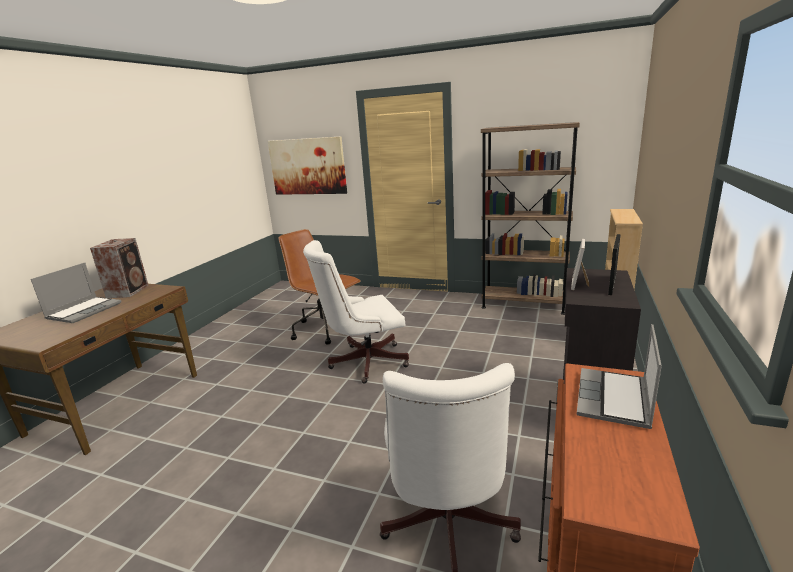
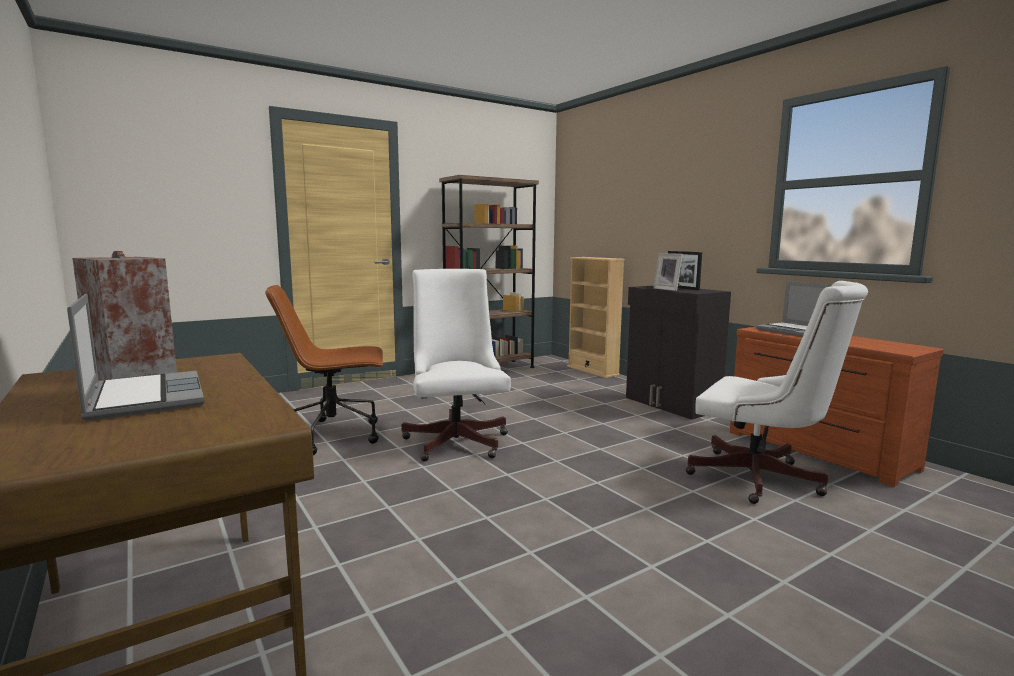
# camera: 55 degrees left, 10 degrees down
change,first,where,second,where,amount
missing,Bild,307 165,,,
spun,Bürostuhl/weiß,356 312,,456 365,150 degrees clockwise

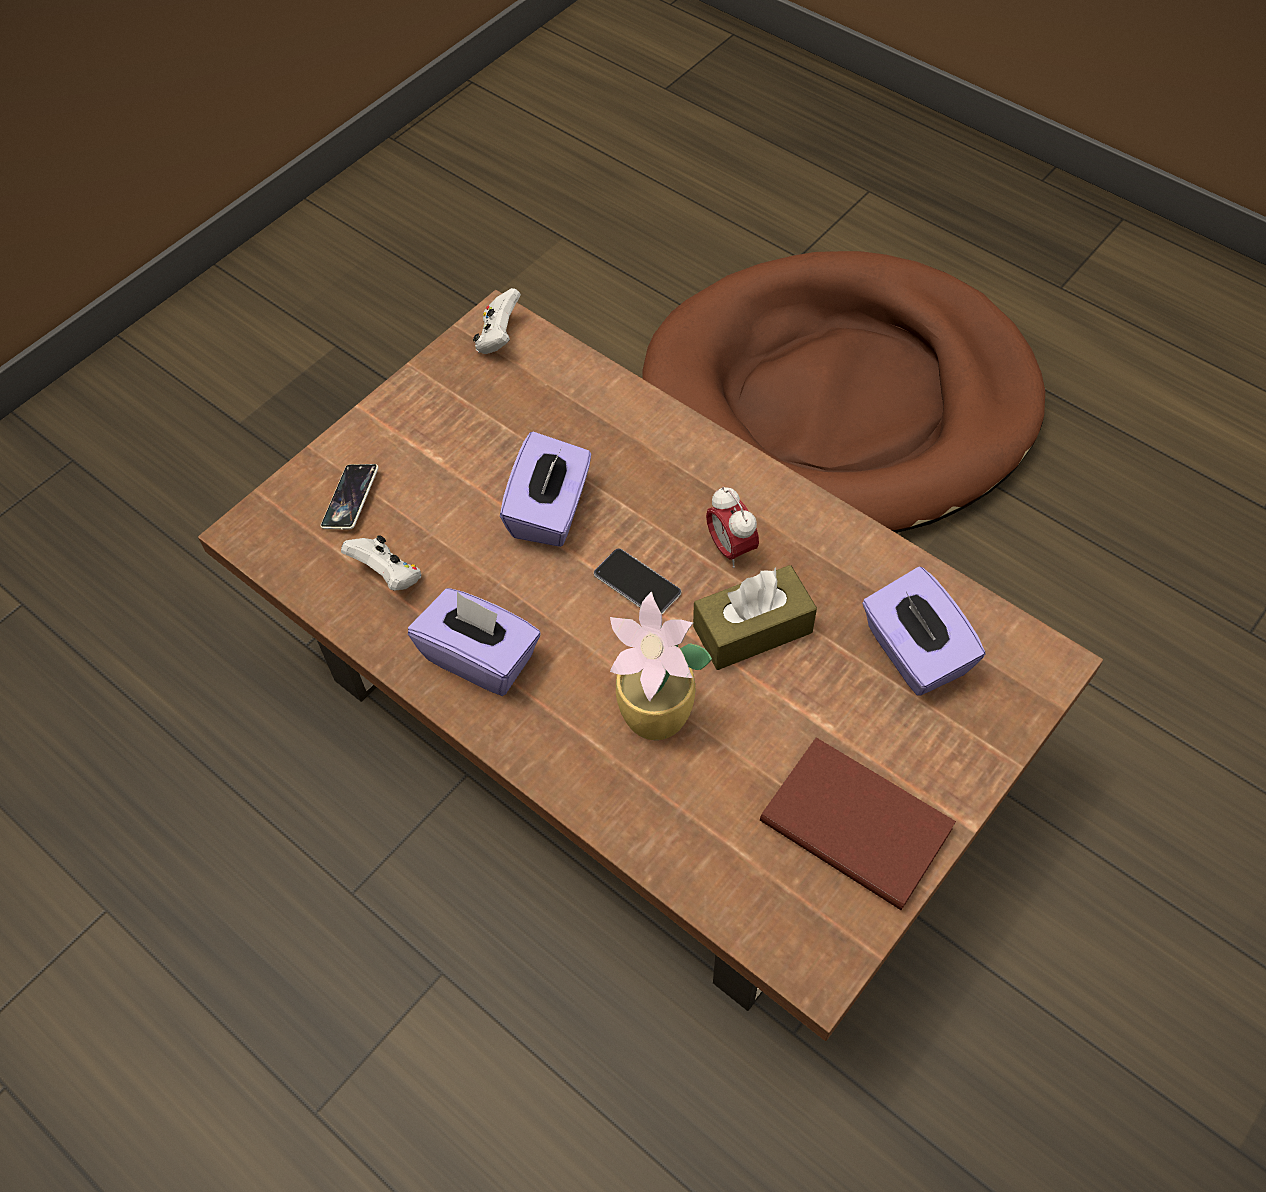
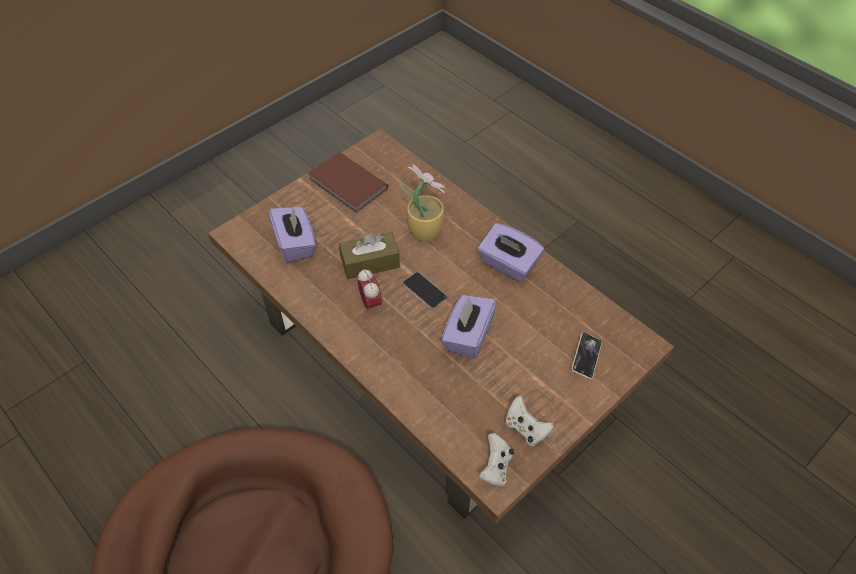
# camera: 175 degrees left, 5 degrees down
change,first,where,second,where,amount
relocated,Gamepad/weiß,381 563,,529 421,

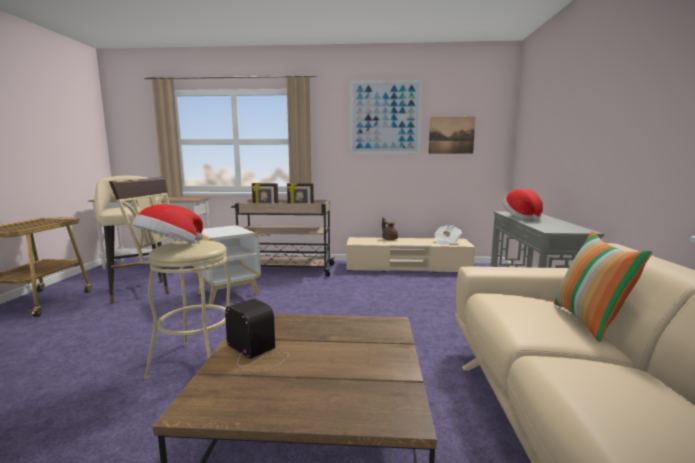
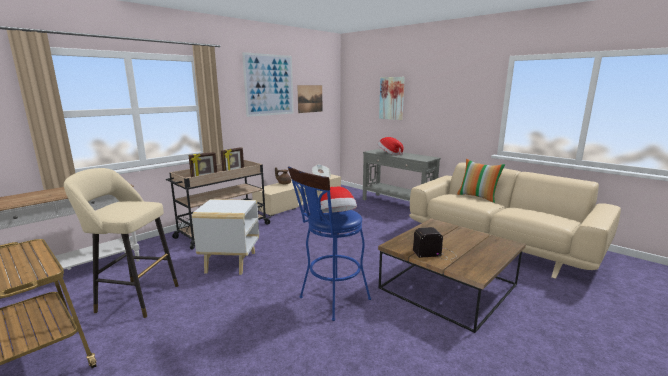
# camera: 50 degrees left, 5 degrees up
change,first,where,second,where,amount
colour,Hocker/beige,170 278,Hocker/blau,329 243,
appeared,,,Bild,392 98,

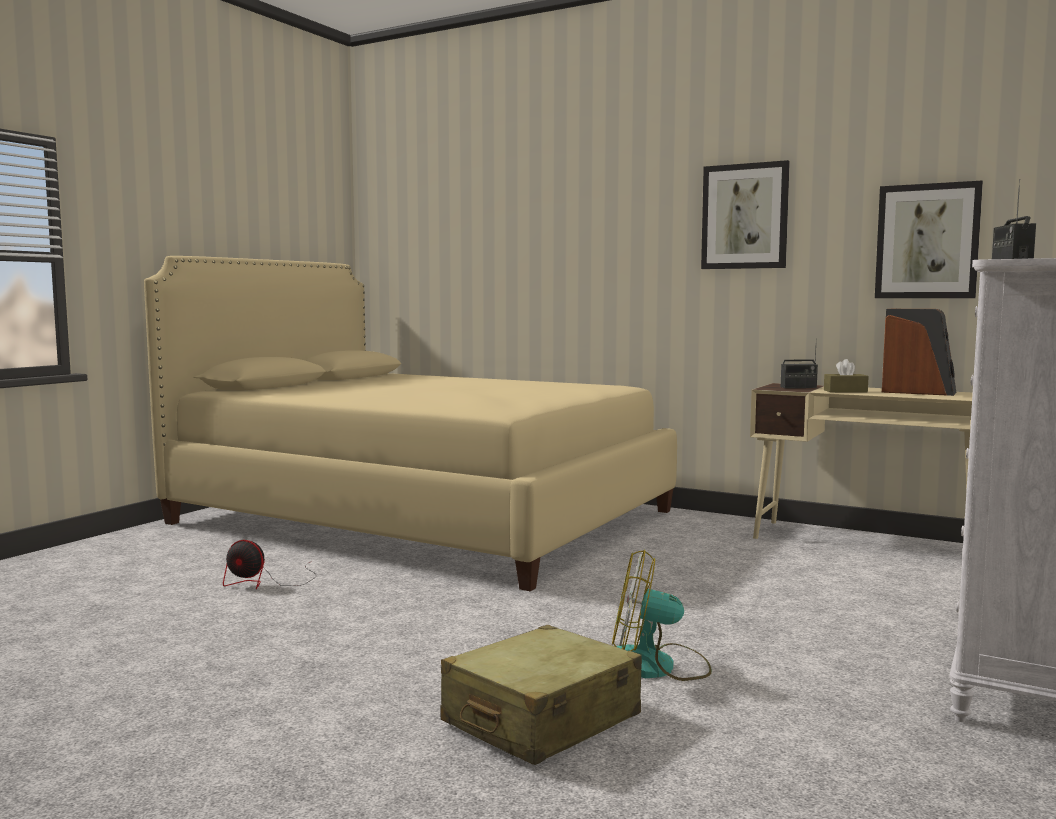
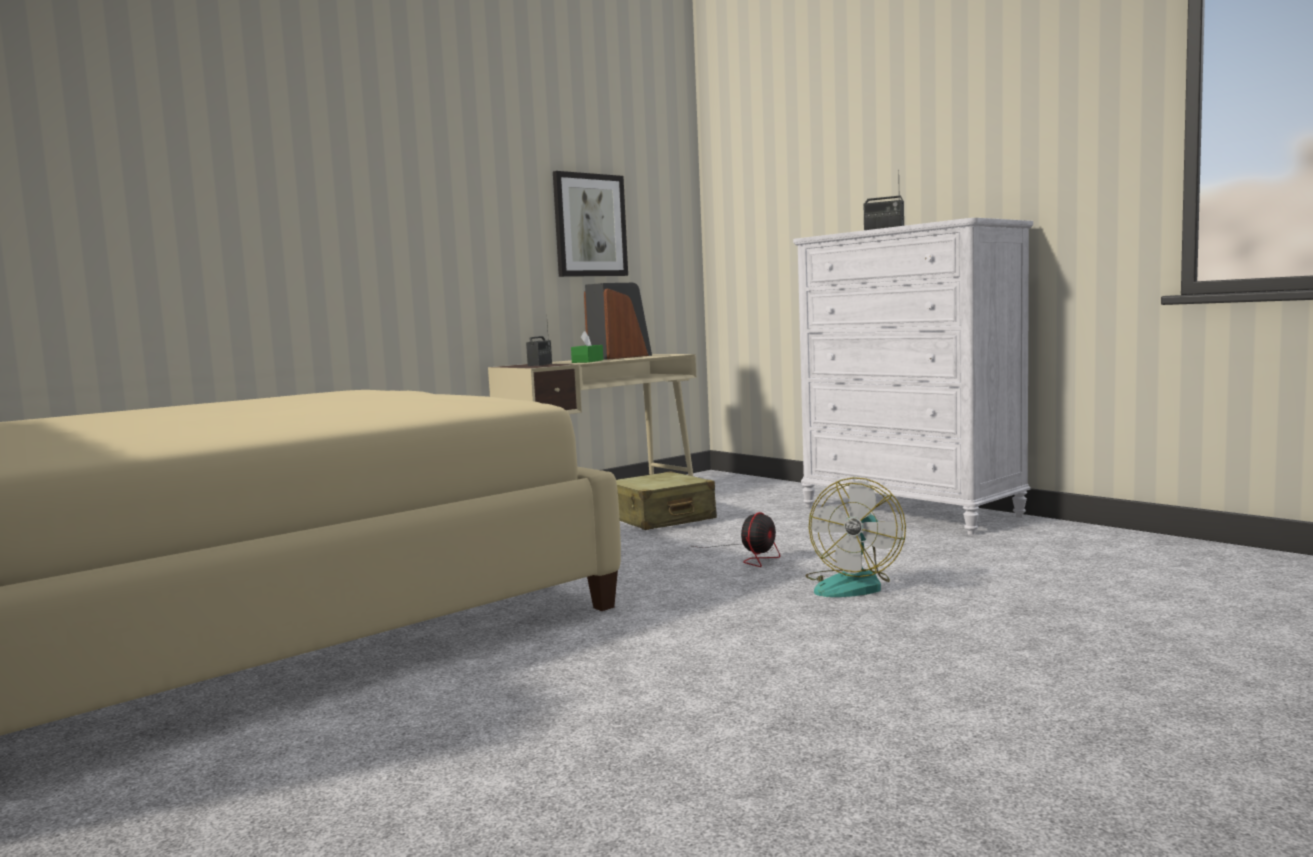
# camera: 70 degrees left, 0 degrees up
change,first,where,second,where,amount
relocated,Ventilator,269 564,,736 539,
relocated,Koffer/beige,541 695,,666 500,
missing,Bild,745 214,,,
colour,Taschentuchbox/braun,846 375,Taschentuchbox/grün,587 347,

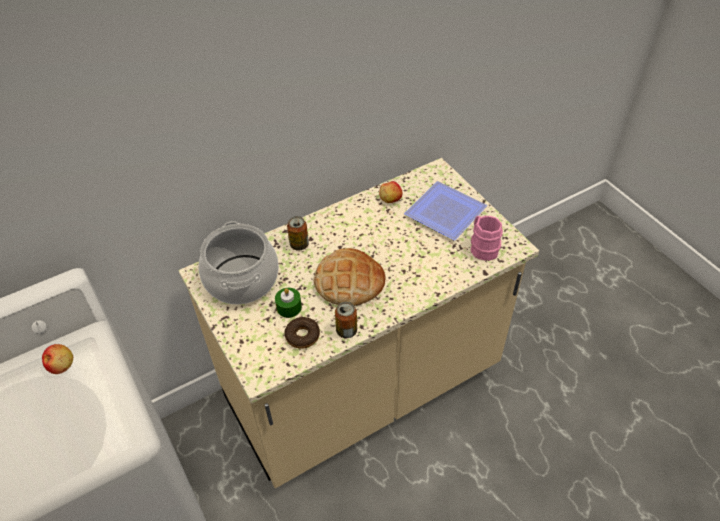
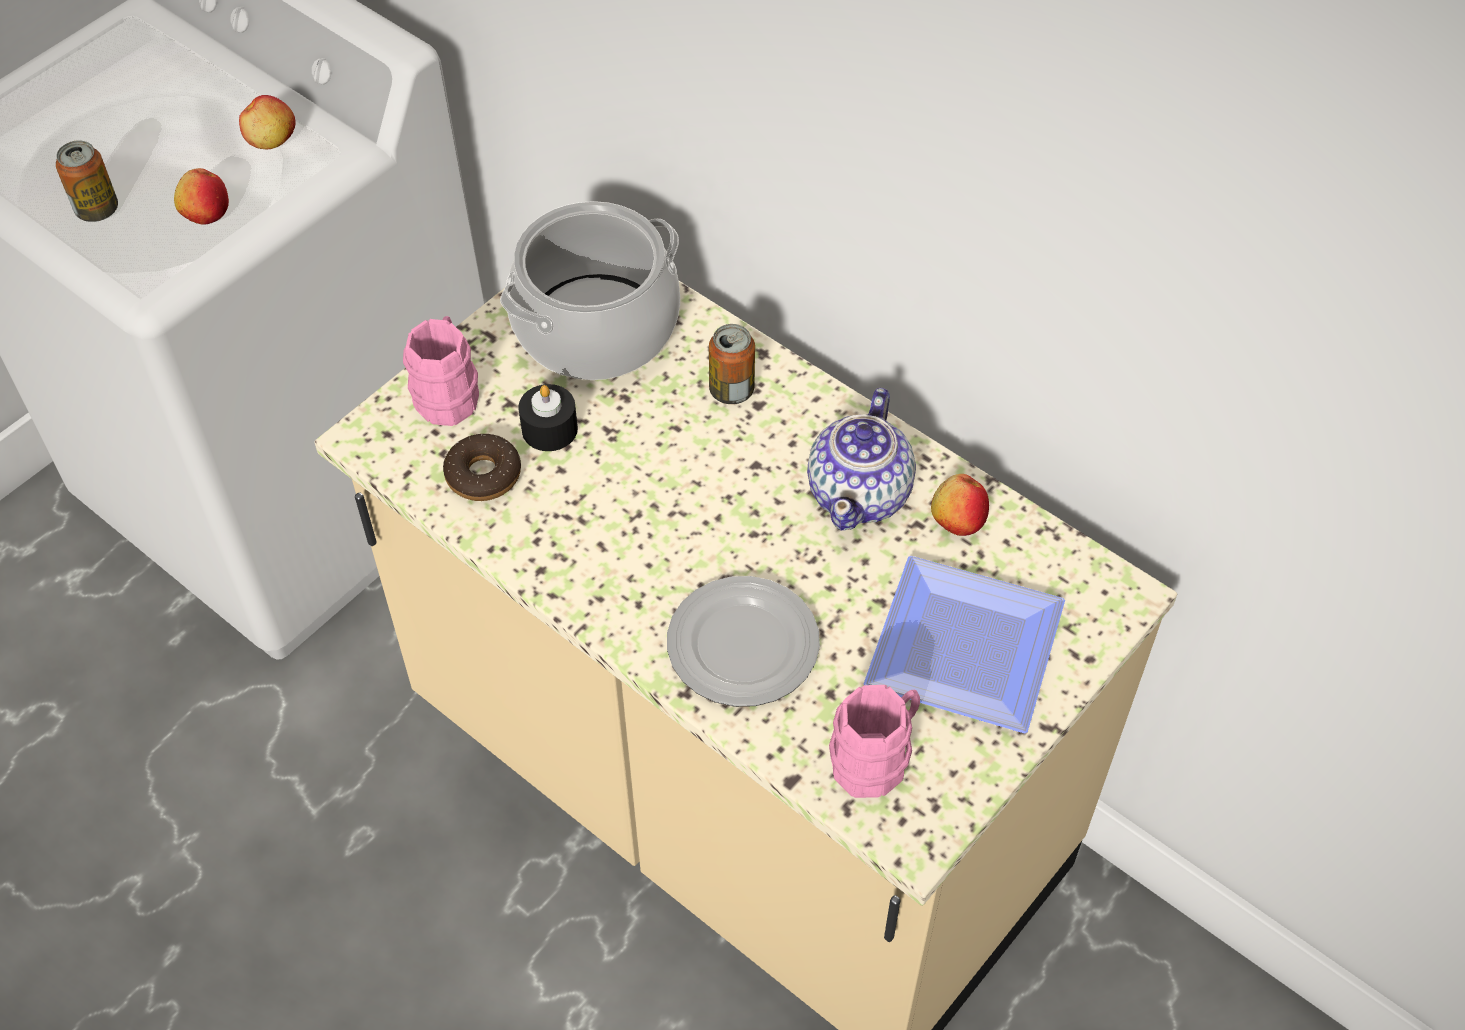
# camera: 70 degrees right, 5 degrees up
change,first,where,second,where,amount
colour,Kerze/grün,288 303,Kerze/schwarz,548 417,
missing,Brot,350 277,,,
relocated,Dose,346 320,,87 181,
appeared,,,Apfel,201 196,
appeared,,,Henkelbecher/rosa,441 371,
appeared,,,Teller,743 641,
appeared,,,Teekanne,861 459,

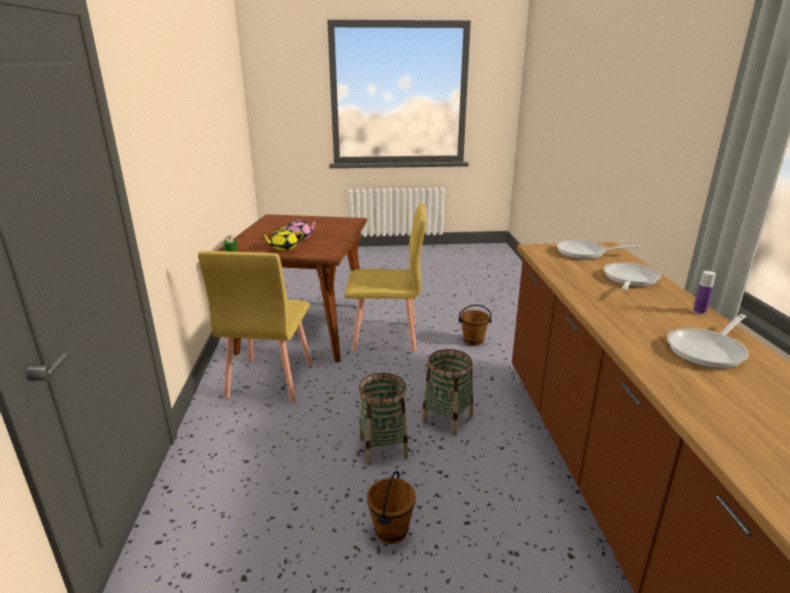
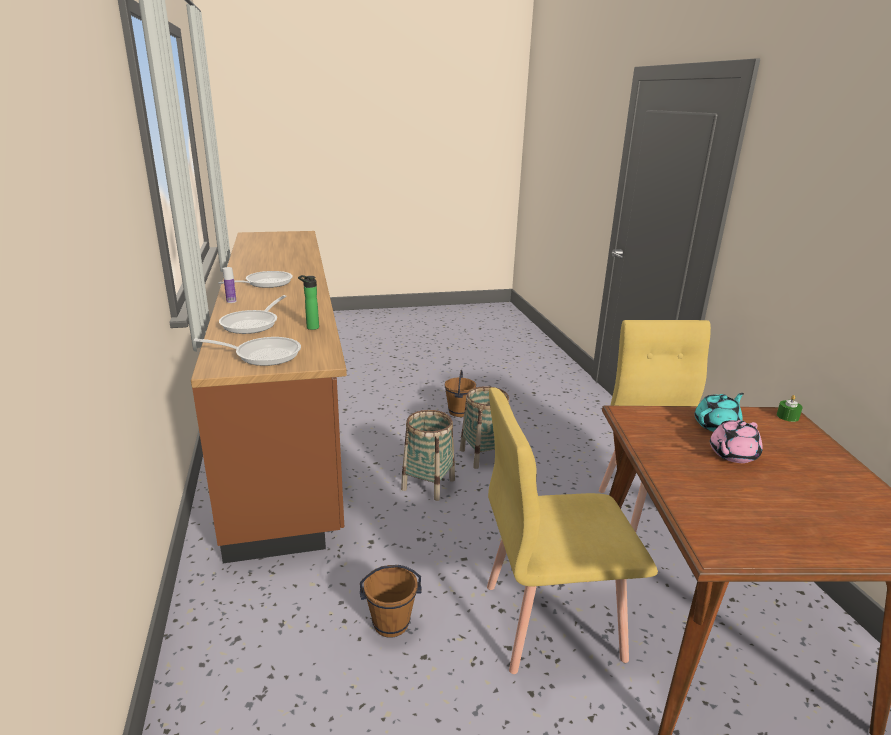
# camera: 170 degrees right, 0 degrees up
change,first,where,second,where,amount
colour,Teekanne/gelb,282 239,Teekanne/türkis,719 412,
appeared,,,Flasche,308 302,

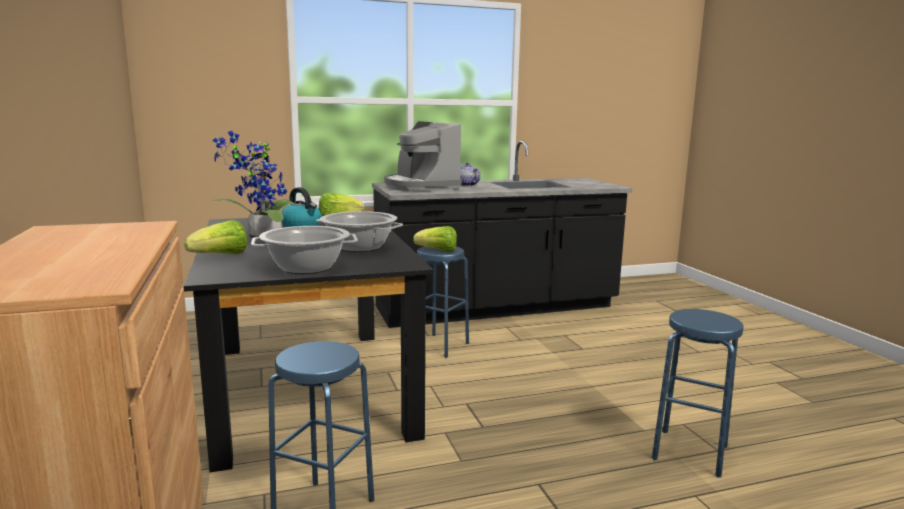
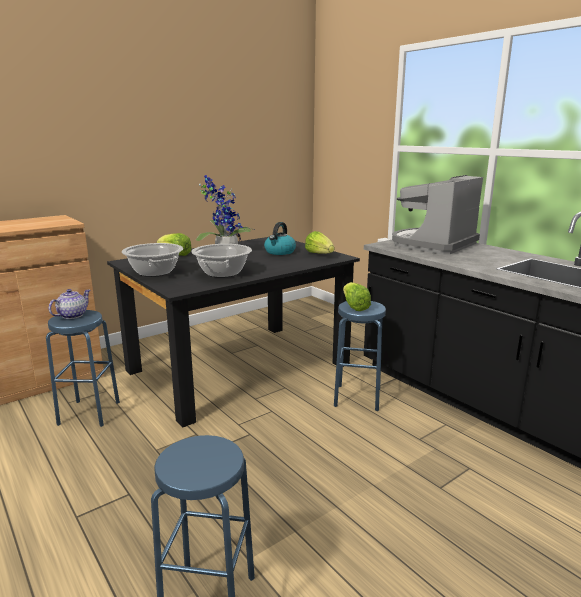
# camera: 70 degrees right, 5 degrees up
change,first,where,second,where,amount
relocated,Teekanne,470 174,,69 304,

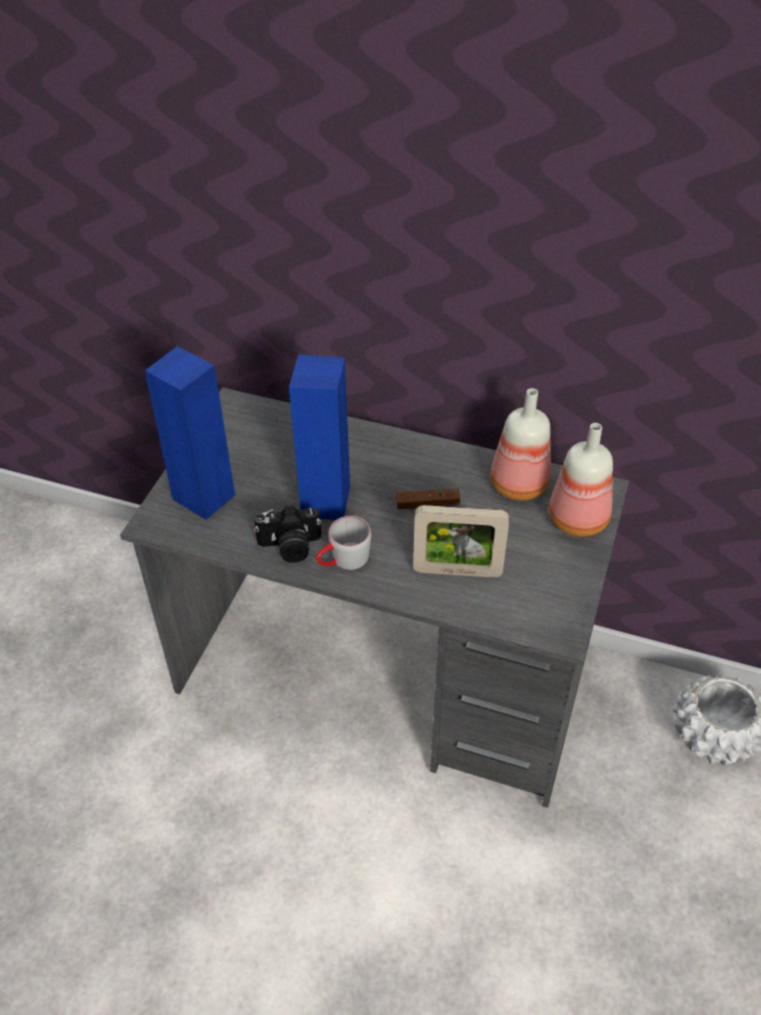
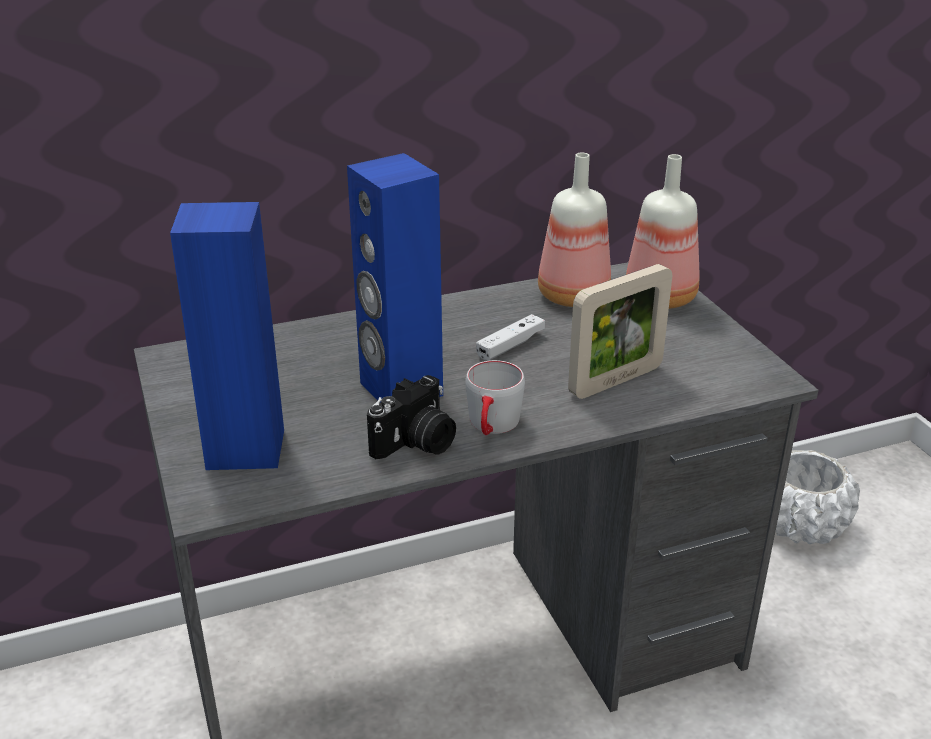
# camera: 40 degrees left, 15 degrees down
change,first,where,second,where,amount
colour,Gamepad/braun,428 498,Gamepad/weiß,510 337,

